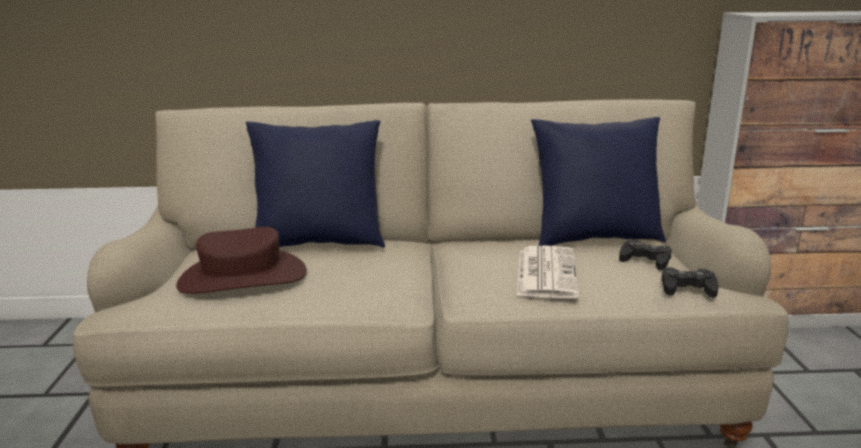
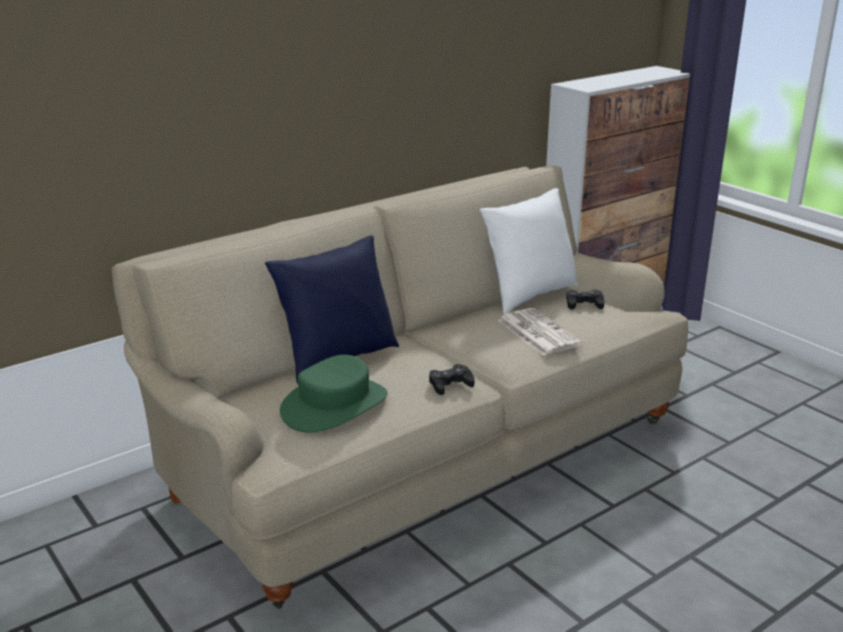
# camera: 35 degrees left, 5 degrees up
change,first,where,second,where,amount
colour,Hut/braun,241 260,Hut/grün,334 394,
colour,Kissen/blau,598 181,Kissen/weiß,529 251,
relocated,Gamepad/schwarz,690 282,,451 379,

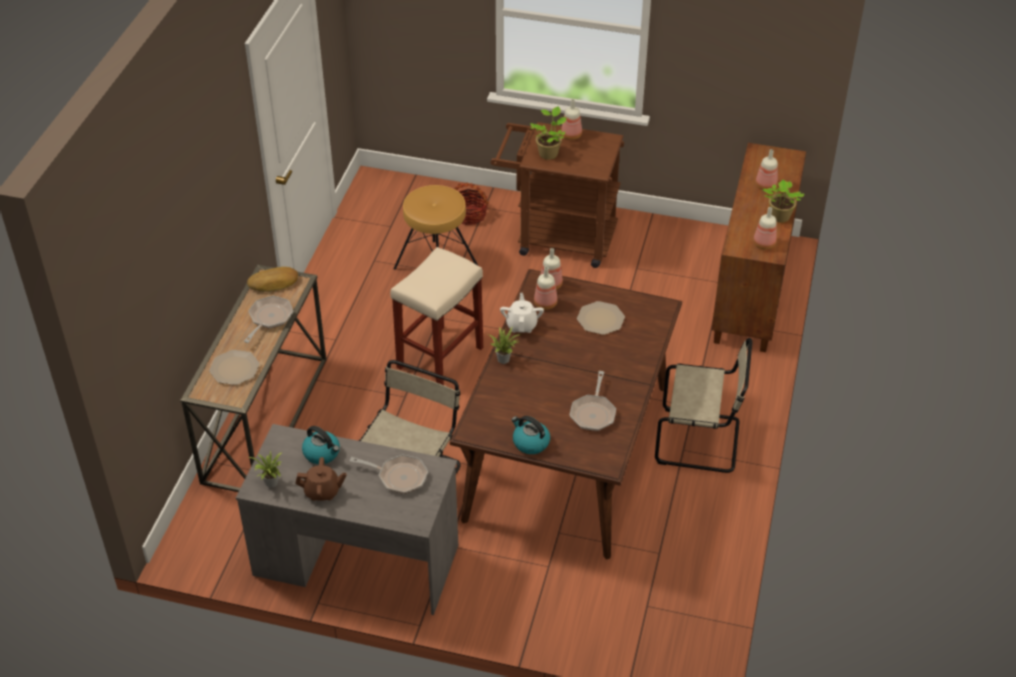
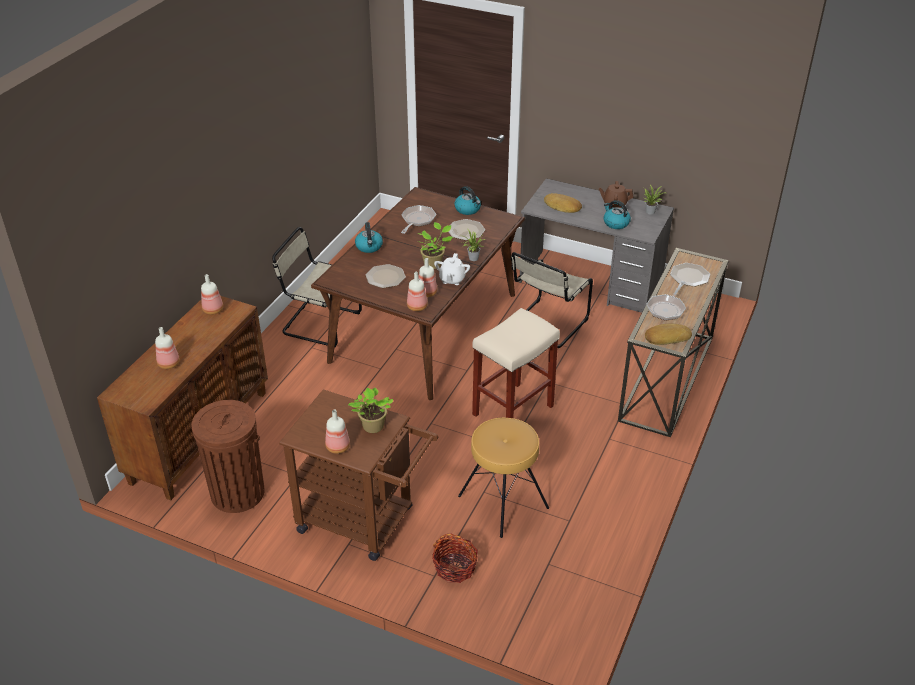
# camera: 170 degrees left, 5 degrees down
change,first,where,second,where,amount
exchanged,Pfanne,388 474,Brot,563 203,
relocated,Topfpflanze,783 201,,435 245,
appeared,,,Mülleimer/braun,228 456,
appeared,,,Wasserkessel,369 237,
appeared,,,Teller,467 229,

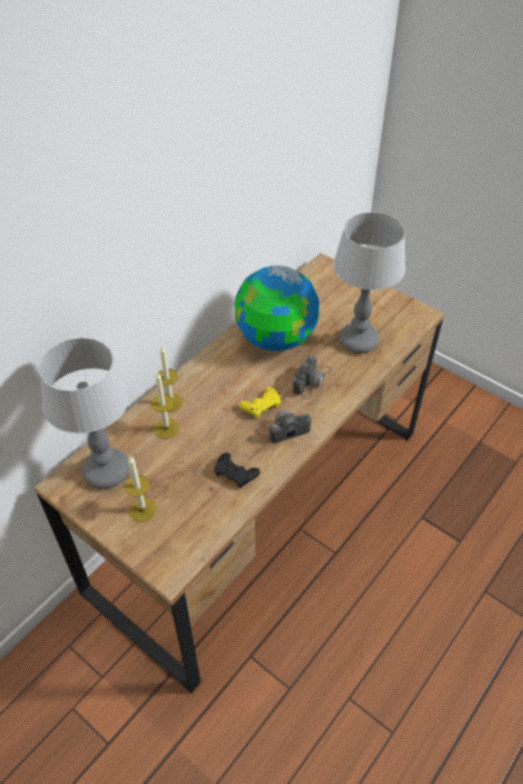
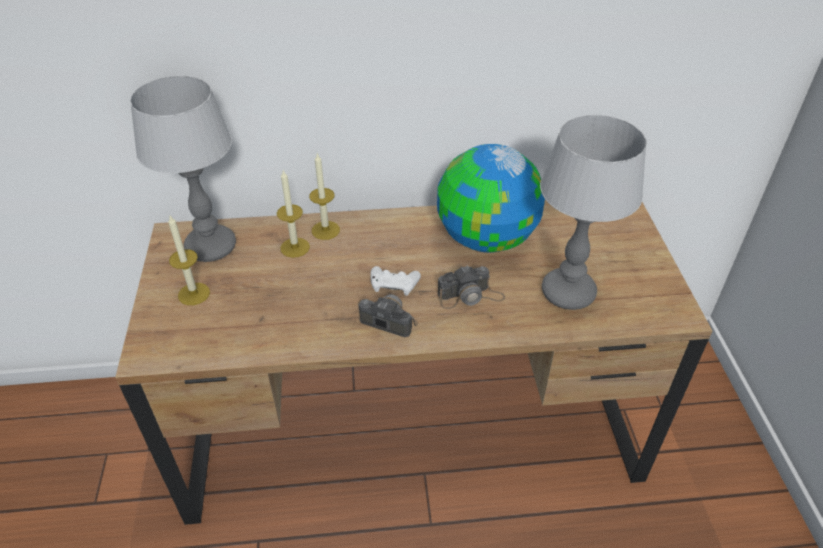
# camera: 45 degrees right, 5 degrees down
change,first,where,second,where,amount
missing,Gamepad/schwarz,237 470,,,
colour,Gamepad/gelb,259 402,Gamepad/weiß,395 281,

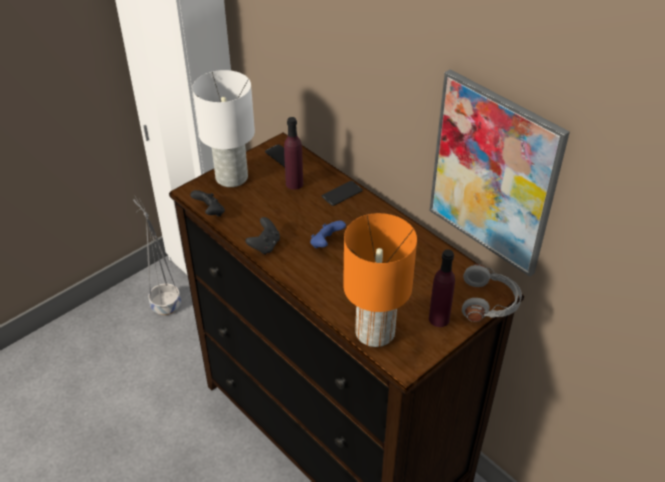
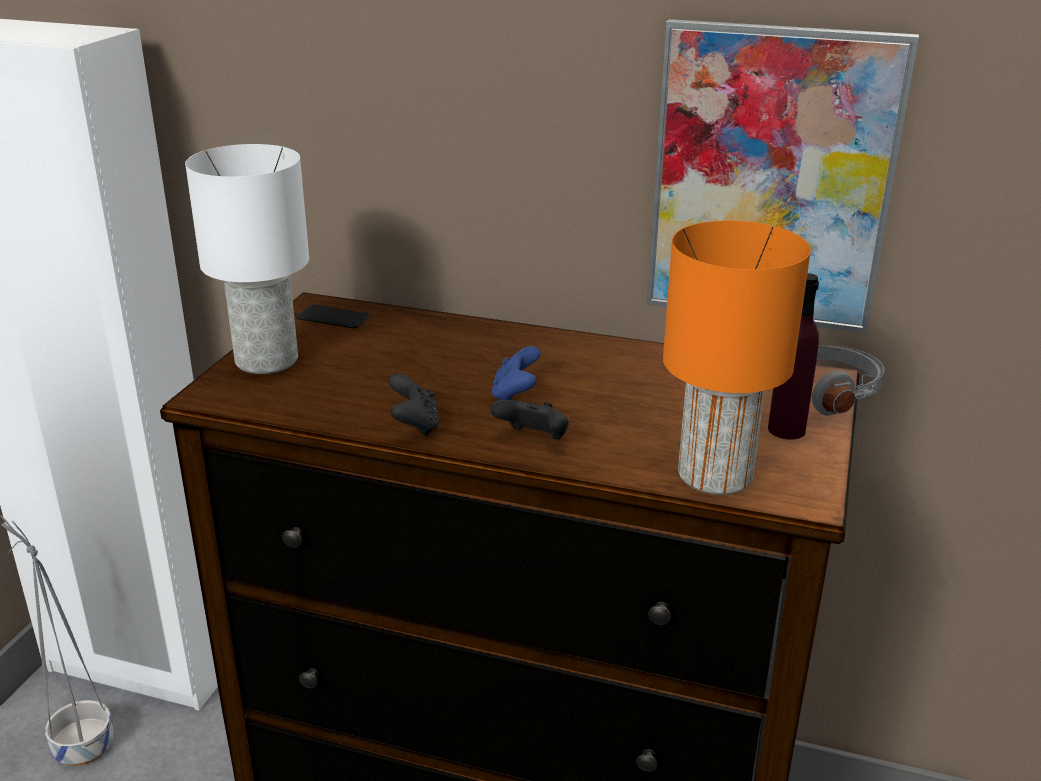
# camera: 30 degrees left, 15 degrees down
change,first,where,second,where,amount
relocated,Gamepad/schwarz,207 203,,530 419,
missing,Flasche/lila,293 153,,,
missing,Handy,342 193,,,

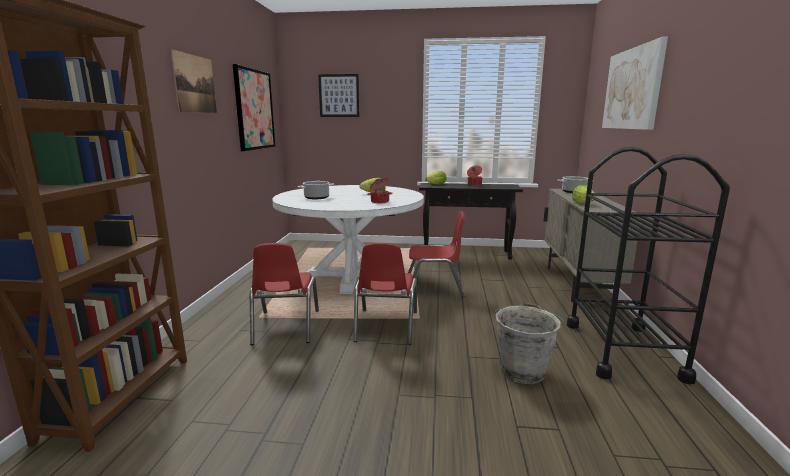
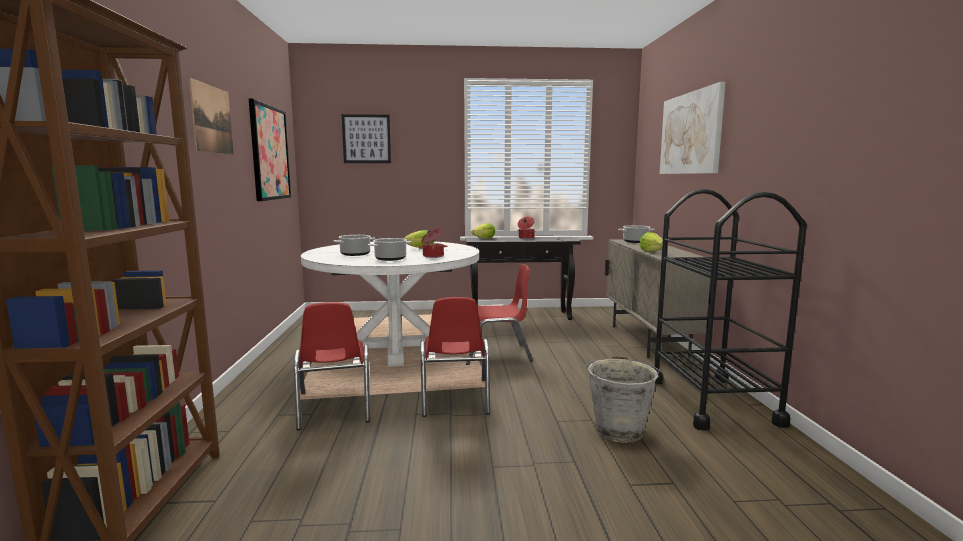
# camera: 10 degrees left, 5 degrees down
change,first,where,second,where,amount
appeared,,,Kochtopf,390 249,

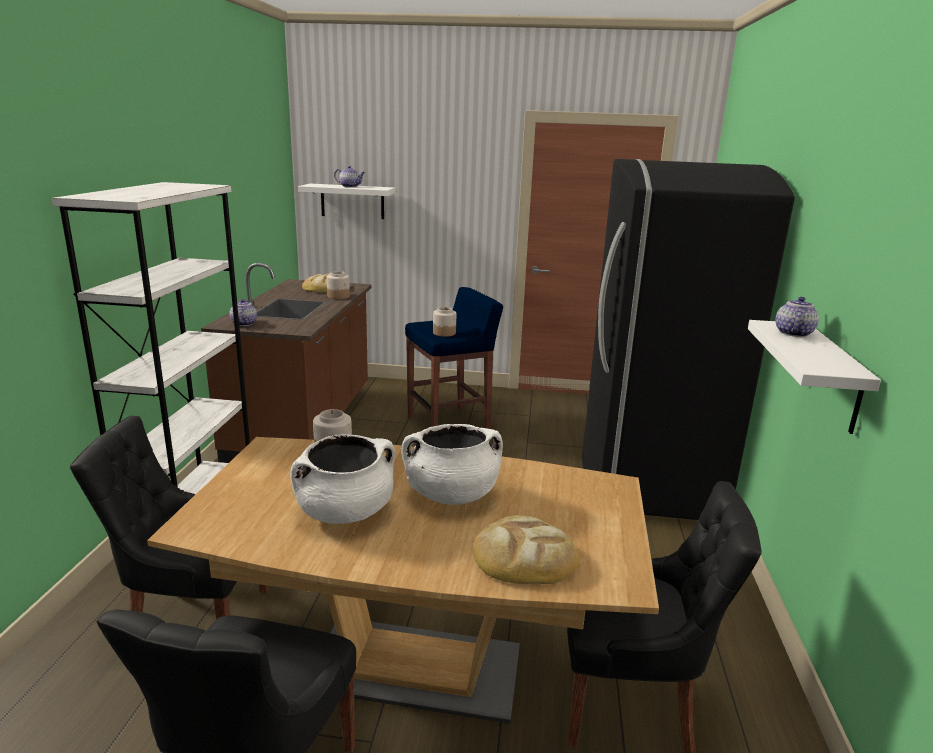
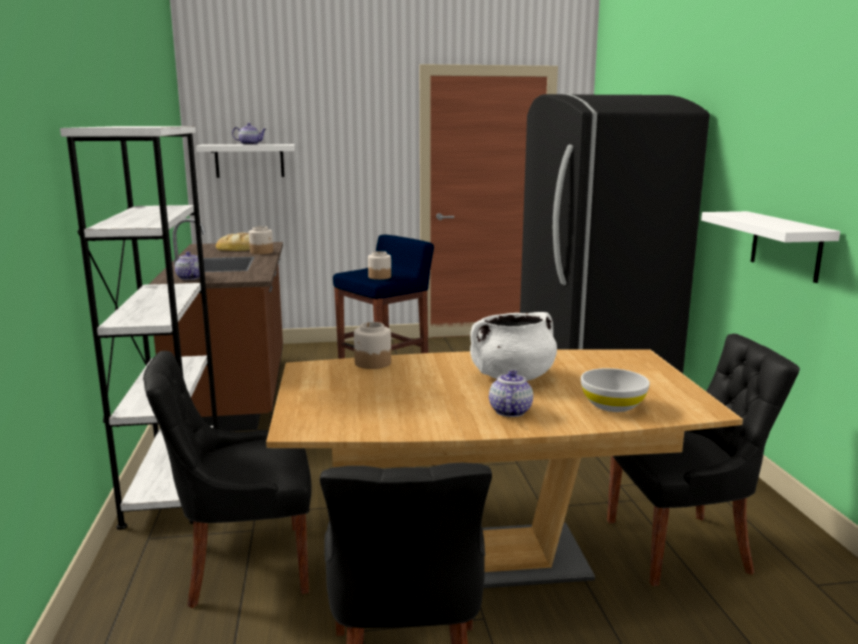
# camera: 15 degrees left, 5 degrees down
change,first,where,second,where,amount
missing,Kochtopf/weiß,342 479,,,
exchanged,Brot,526 549,Schüssel/weiß,615 390,
relocated,Teekanne,797 317,,511 393,

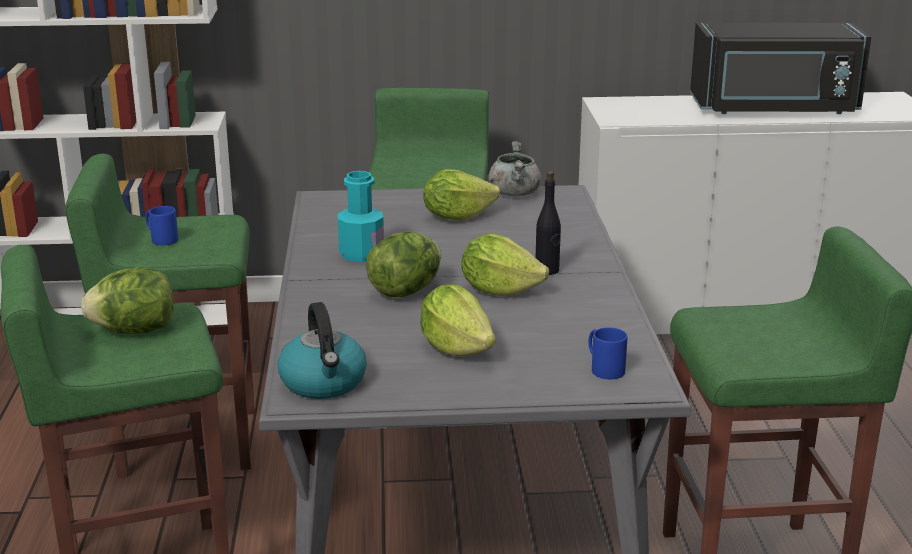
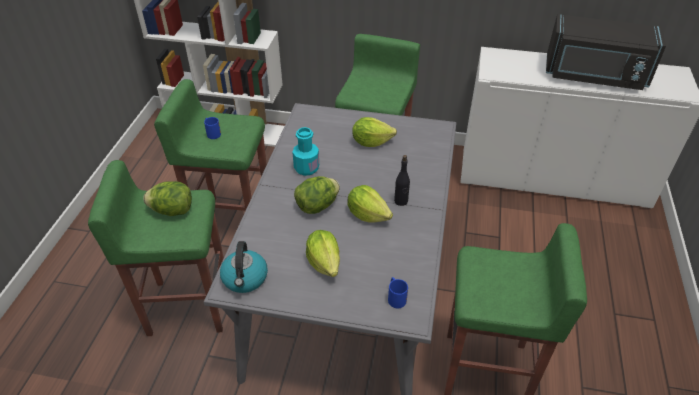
# camera: 15 degrees right, 20 degrees up
change,first,where,second,where,amount
missing,Kochtopf/grau,514 168,,,

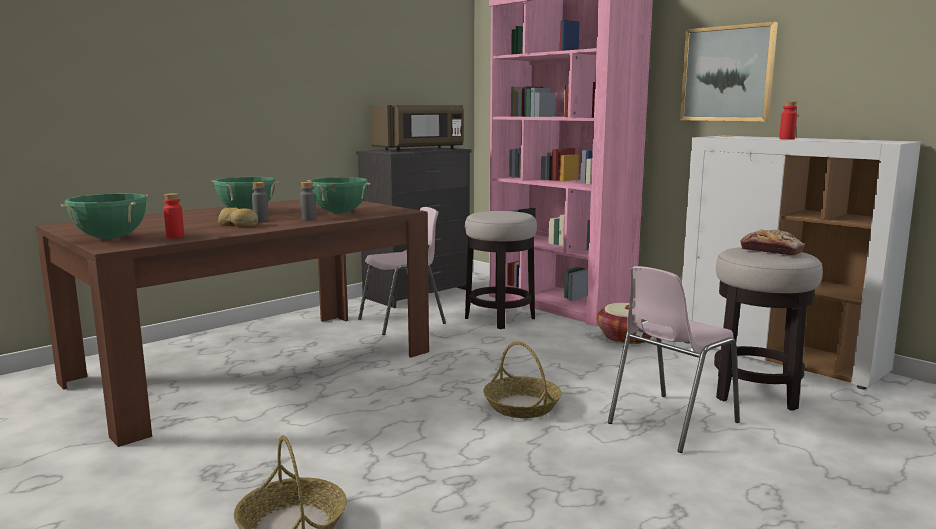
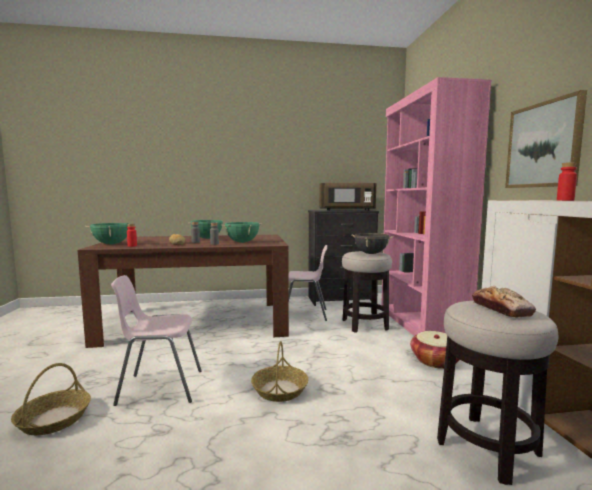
# camera: 35 degrees right, 5 degrees down
change,first,where,second,where,amount
relocated,Stuhl/rosa,674 359,,156 340,
appeared,,,Kochtopf/schwarz,372 243,

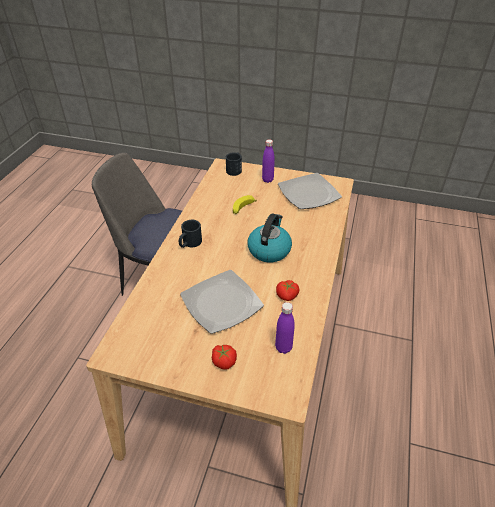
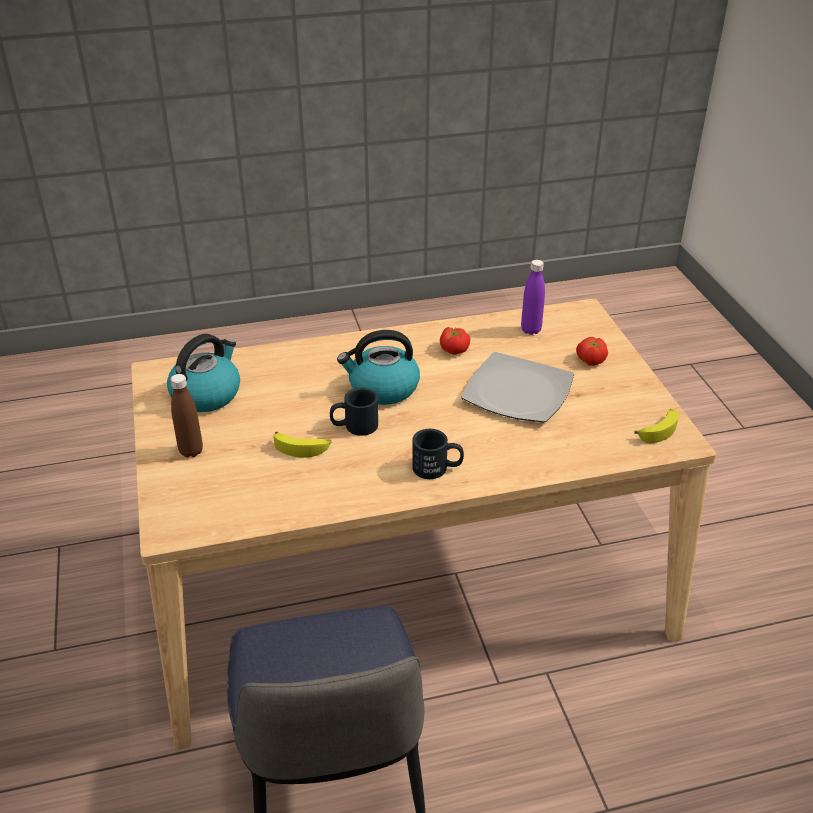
# camera: 120 degrees left, 5 degrees down
change,first,where,second,where,amount
relocated,Henkelbecher/schwarz,234 164,,354 412,
colour,Flasche/lila,268 161,Flasche/braun,186 416,
exchanged,Teller,310 191,Wasserkessel,203 373,
appeared,,,Banane,656 426,

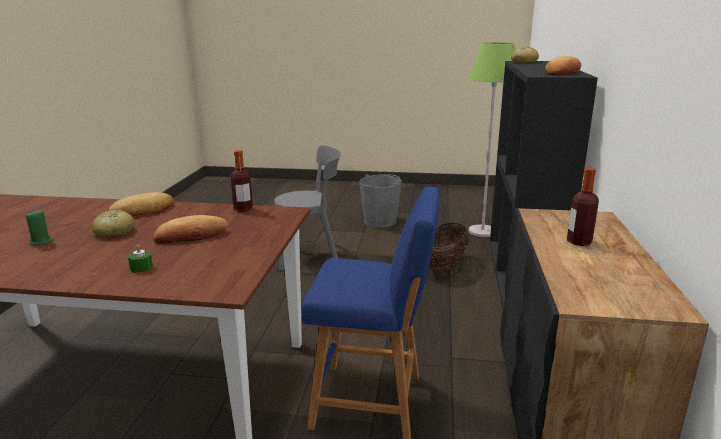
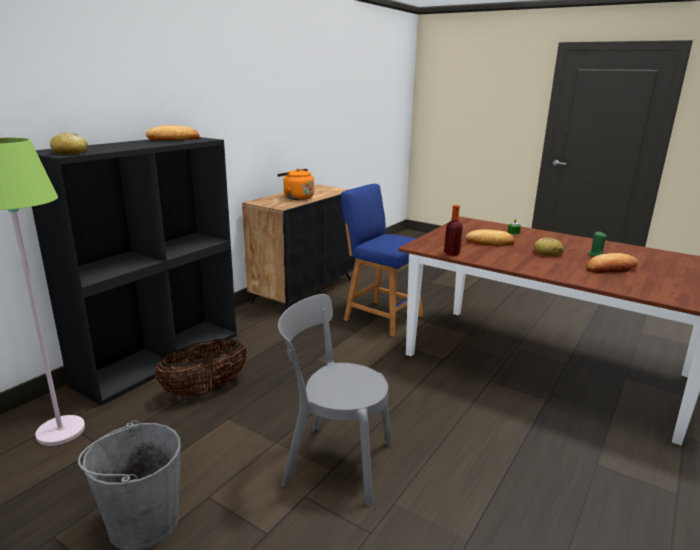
# camera: 155 degrees left, 0 degrees up
change,first,where,second,where,amount
relocated,Brot,142 204,,612 263,
exchanged,Flasche,583 207,Wasserkessel/orange,295 184,

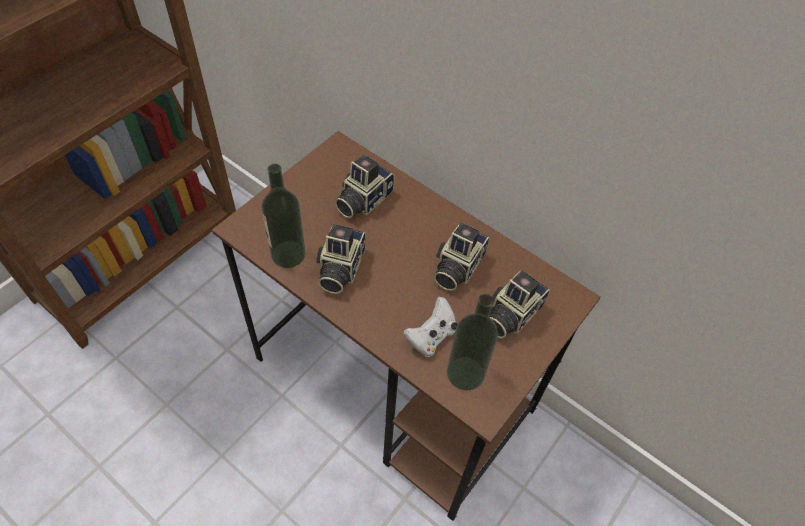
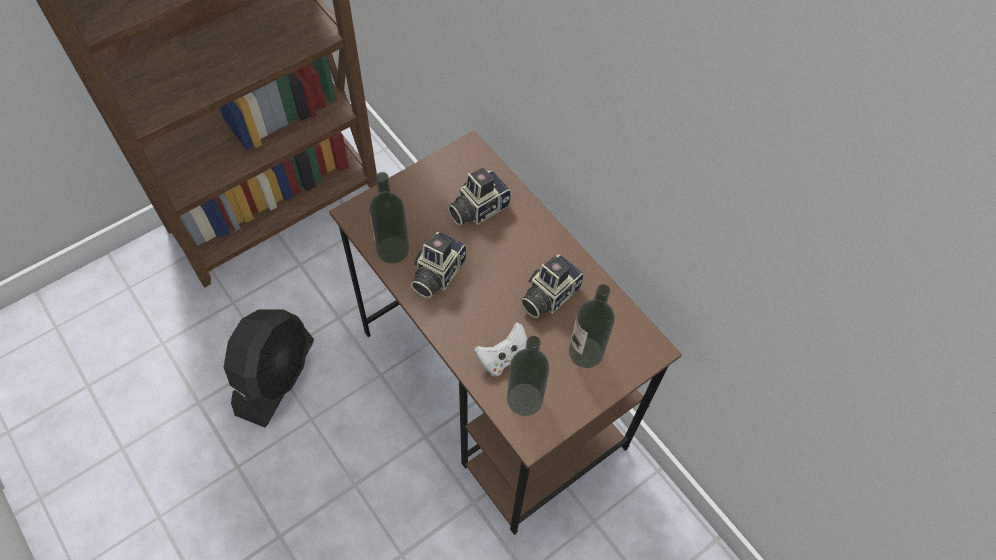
# camera: 15 degrees right, 5 degrees up
change,first,where,second,where,amount
exchanged,Kamera,520 305,Flasche,592 326,
appeared,,,Ventilator/schwarz,269 368,

